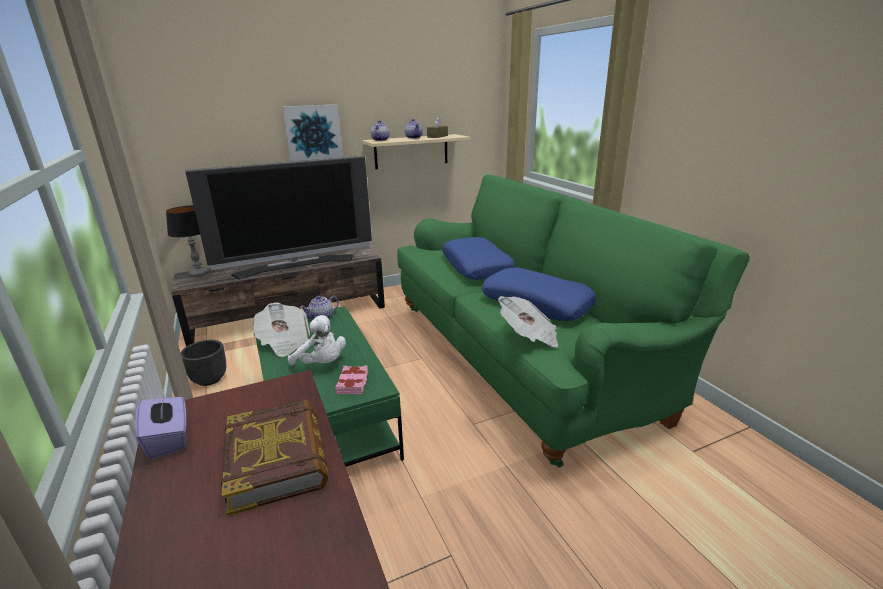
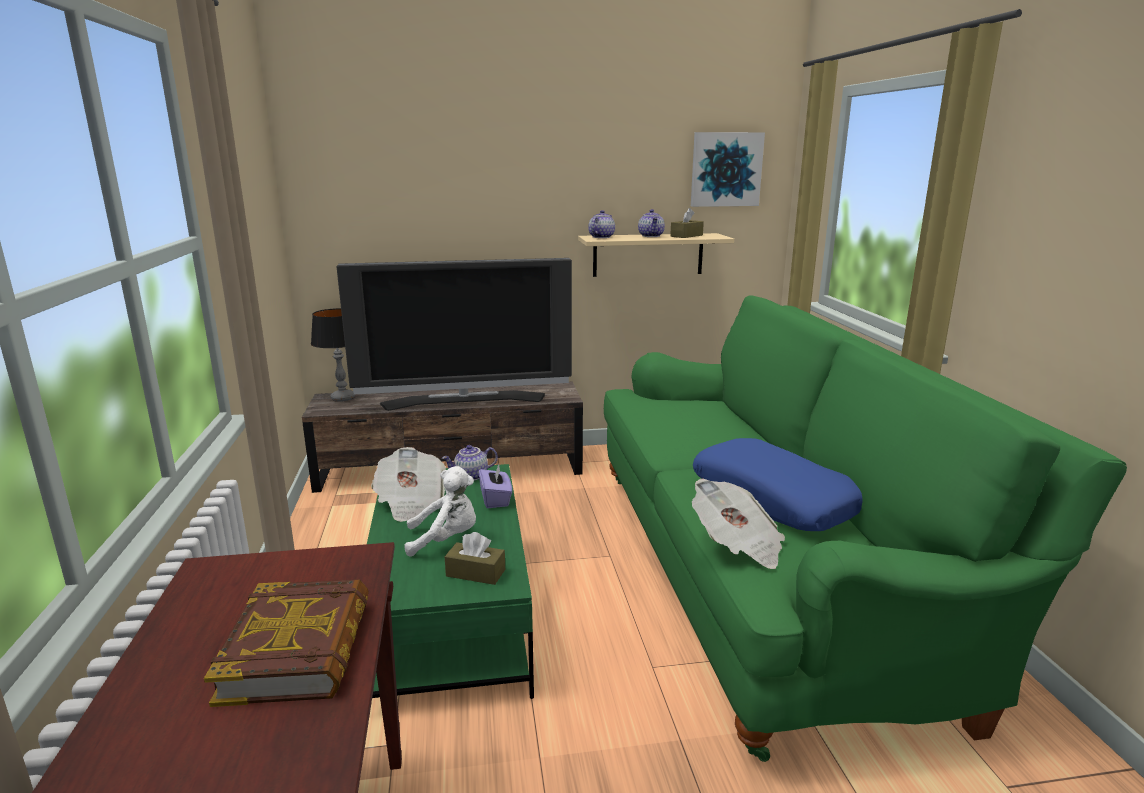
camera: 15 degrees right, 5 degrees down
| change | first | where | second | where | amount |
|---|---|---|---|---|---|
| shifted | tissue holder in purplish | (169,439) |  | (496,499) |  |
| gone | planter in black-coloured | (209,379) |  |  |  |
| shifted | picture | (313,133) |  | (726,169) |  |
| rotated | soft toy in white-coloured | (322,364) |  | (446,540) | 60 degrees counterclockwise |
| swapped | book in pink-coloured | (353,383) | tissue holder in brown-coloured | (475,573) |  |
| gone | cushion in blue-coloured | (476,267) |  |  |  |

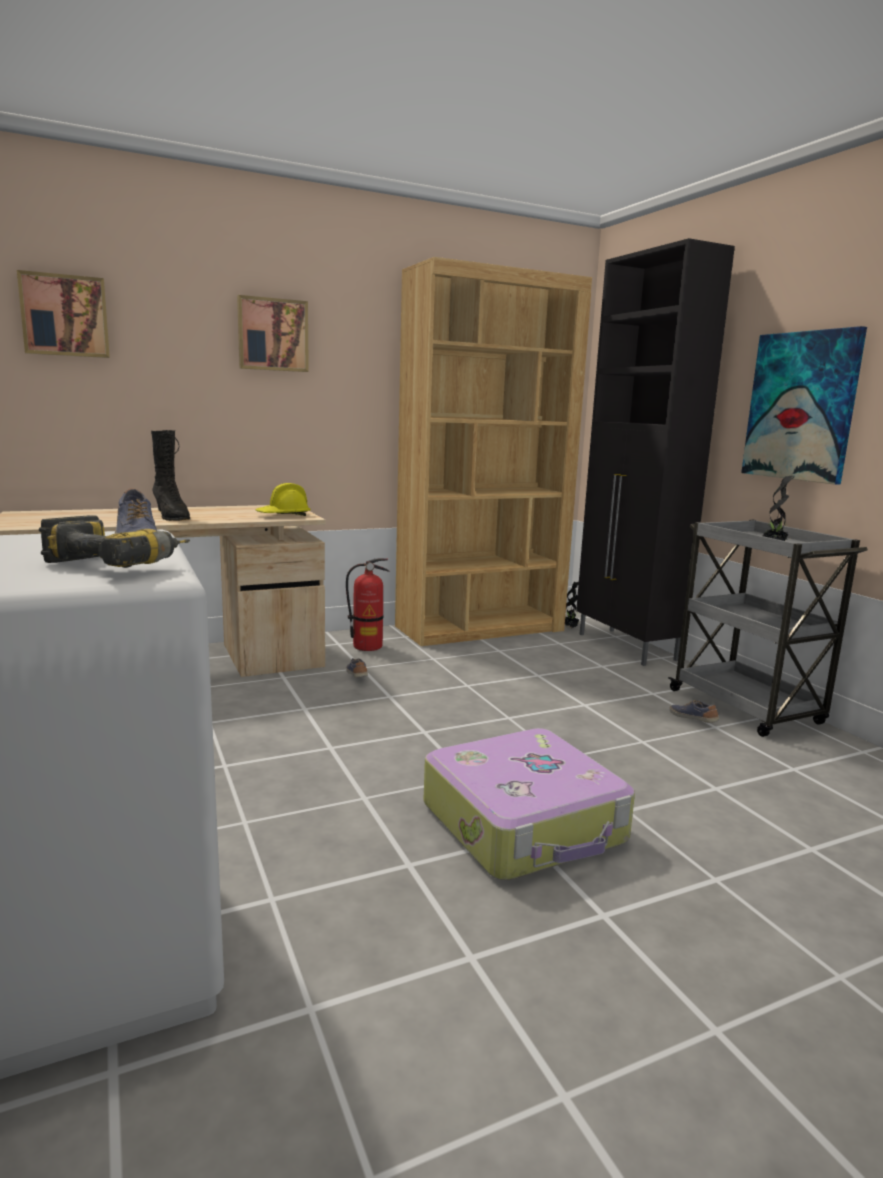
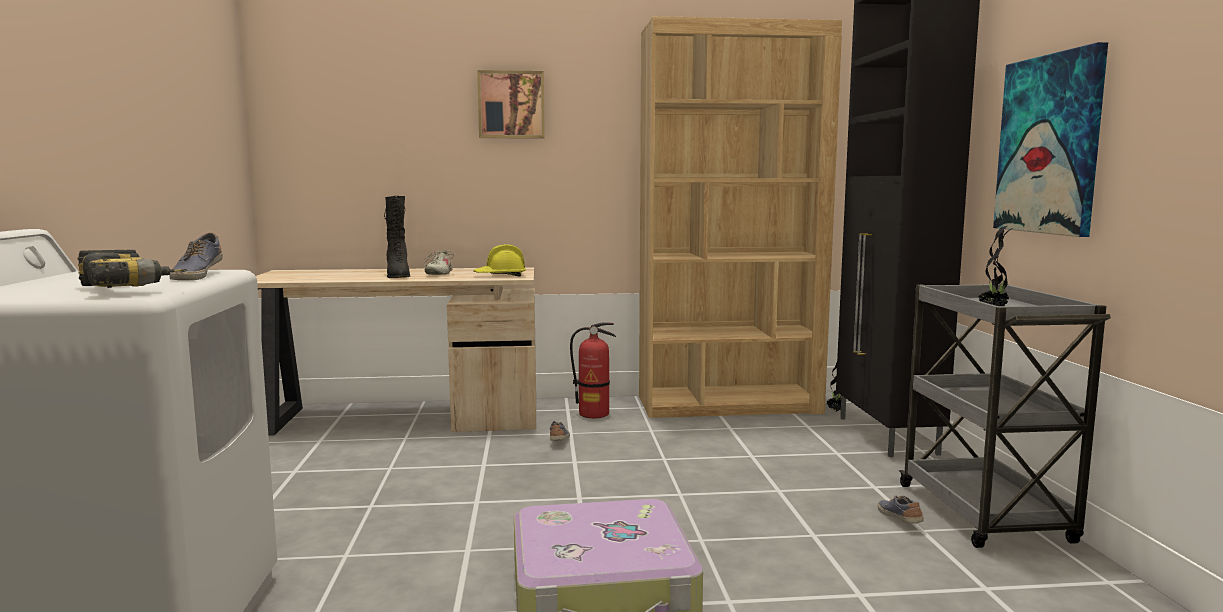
camera: 20 degrees right, 5 degrees down
| change | first | where | second | where | amount |
|---|---|---|---|---|---|
| gone | picture | (65,316) |  |  |  |
| new |  |  | shoe in beige-coloured | (439,273) |  |

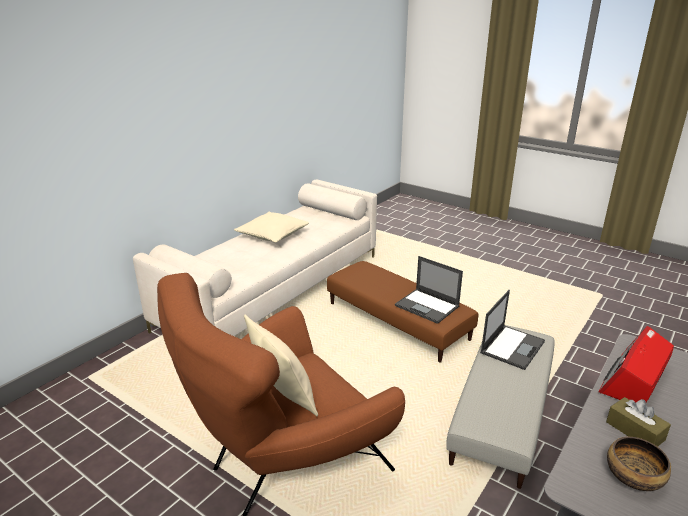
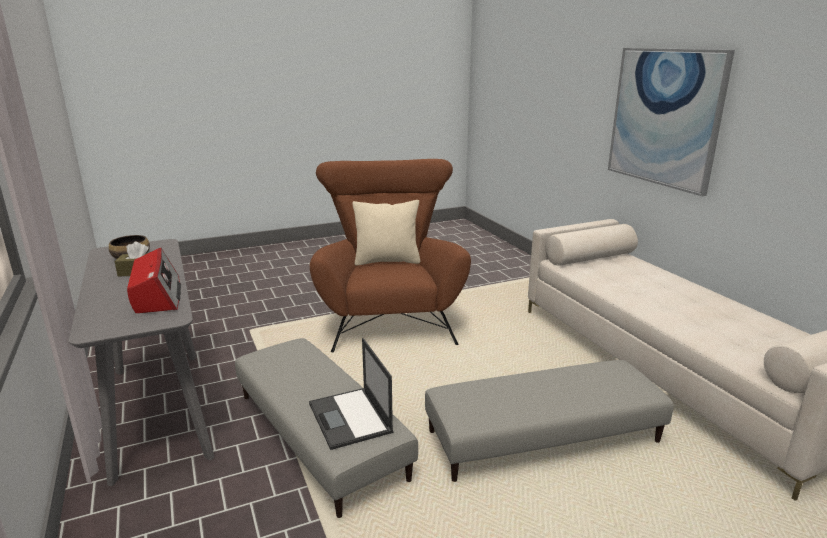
camera: 120 degrees right, 5 degrees down
| change | first | where | second | where | amount |
|---|---|---|---|---|---|
| gone | cushion in beige-coloured | (272,235) |  |  |  |
| repainted | ottoman in brown-coloured | (397,321) | ottoman in gray | (543,437) |  |
| gone | laptop | (427,306) |  |  |  |
| new |  |  | picture | (664,117) |  |

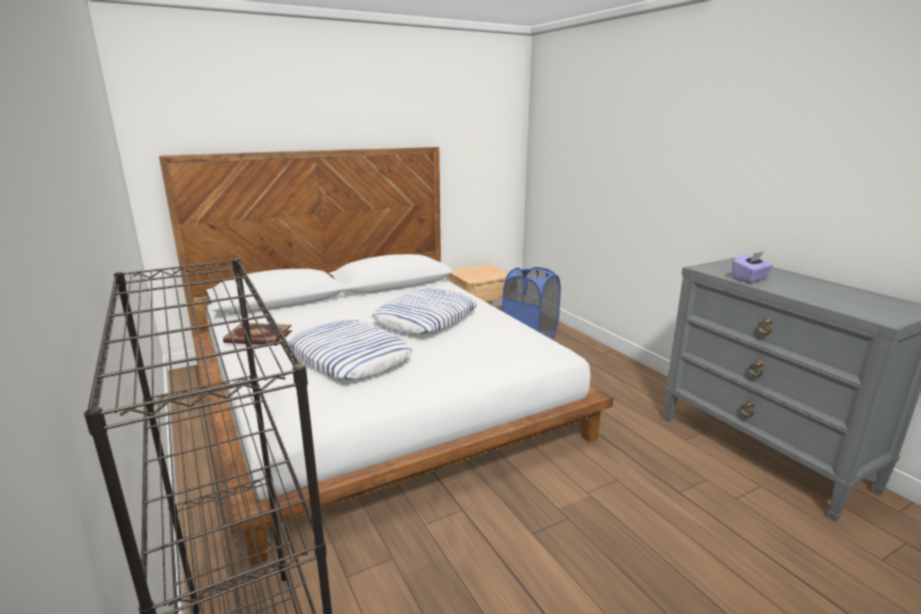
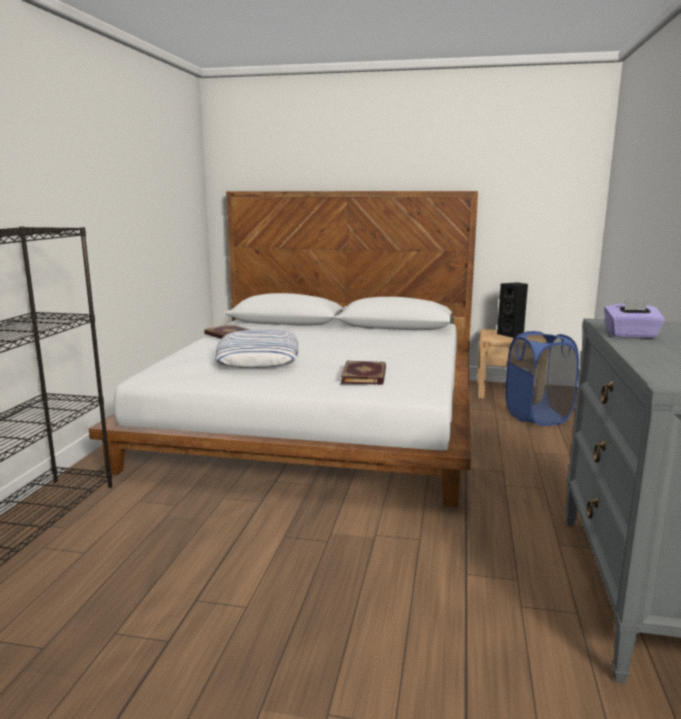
camera: 40 degrees right, 5 degrees down
| change | first | where | second | where | amount |
|---|---|---|---|---|---|
| gone | cushion | (426,319) |  |  |  |
| new |  |  | book | (365,375) |  |
| new |  |  | audio speaker in black-coloured | (511,335) |  |

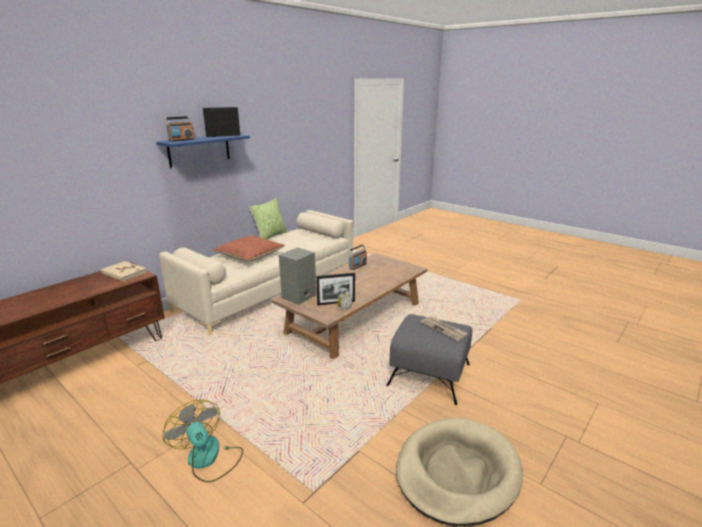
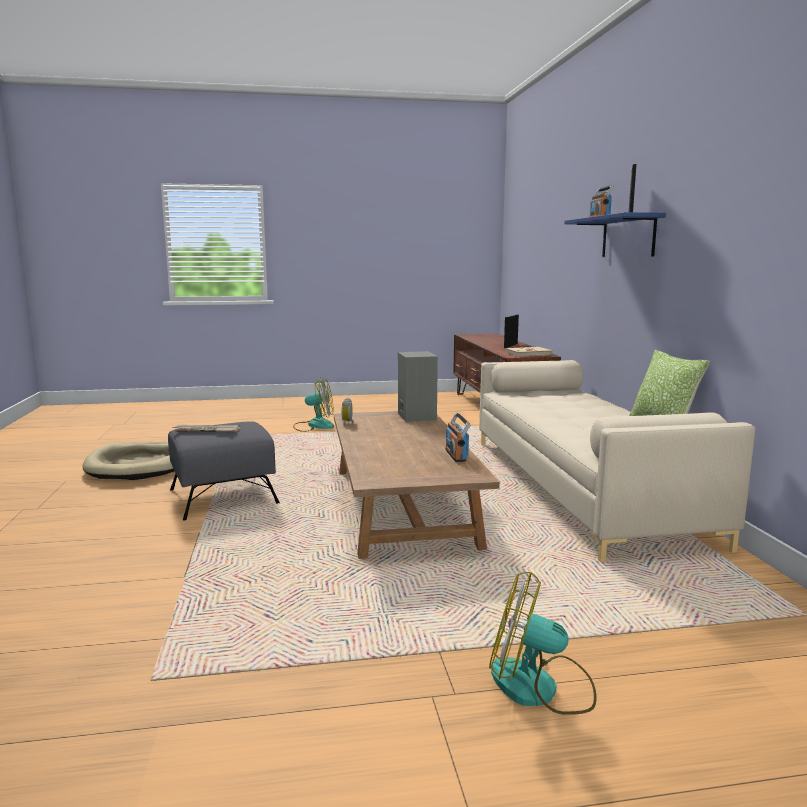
camera: 130 degrees right, 10 degrees down
| change | first | where | second | where | amount |
|---|---|---|---|---|---|
| gone | cushion | (250,256) |  |  |  |
| shifted | standing frame | (336,303) |  | (510,346) |  |
| new |  |  | cooling fan | (540,687) |  |

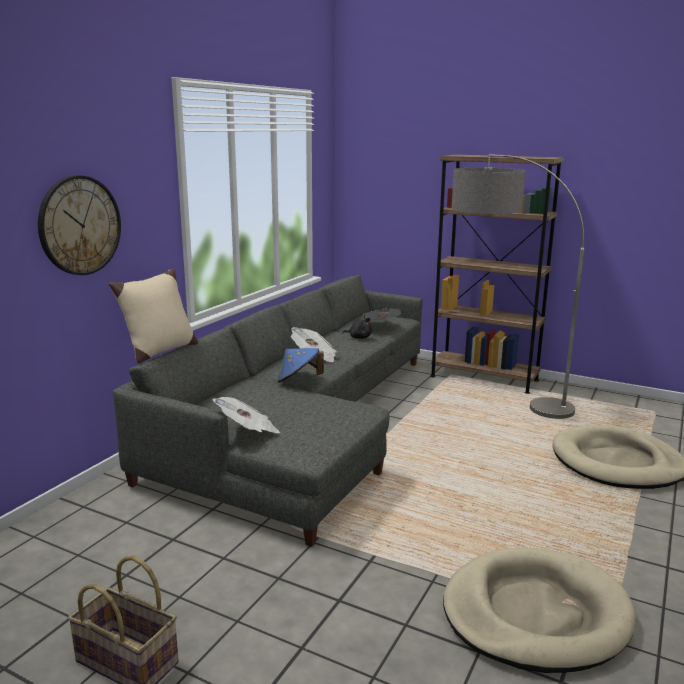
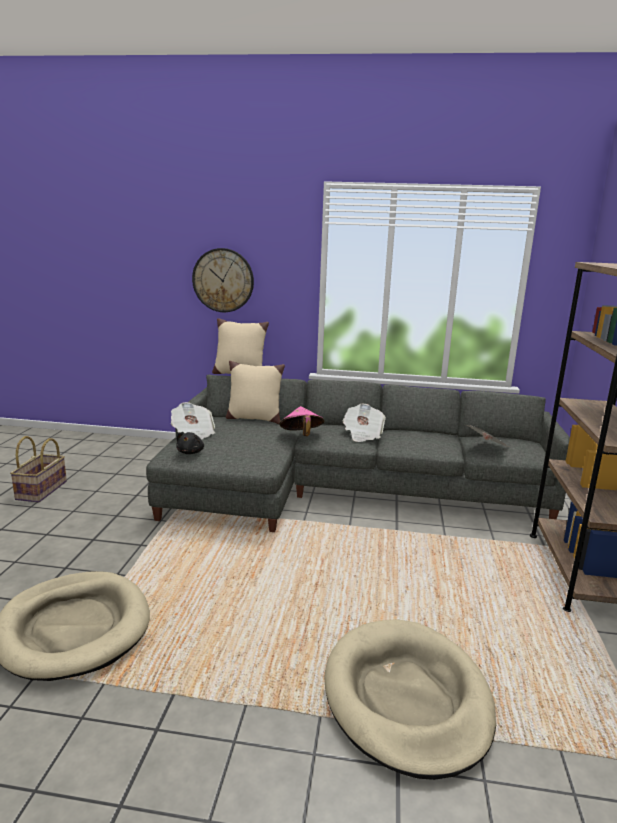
camera: 70 degrees right, 0 degrees up
| change | first | where | second | where | amount |
|---|---|---|---|---|---|
| repainted | clothing hat in blue-coloured | (298,380) | clothing hat in pink-coloured | (301,436) |  |
| shifted | soft toy in black-coloured | (359,337) |  | (191,452) |  |
| gone | floor lamp | (498,406) |  |  |  |
| new |  |  | cushion in beige-coloured | (254,418) |  |

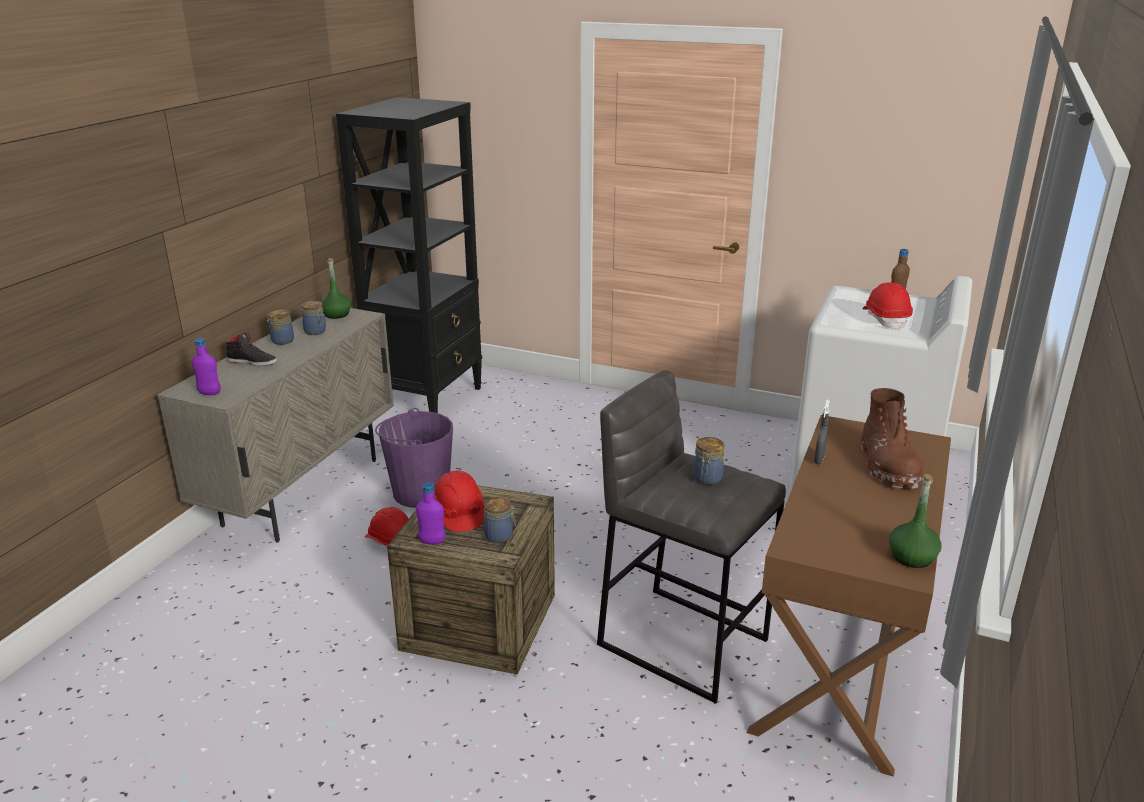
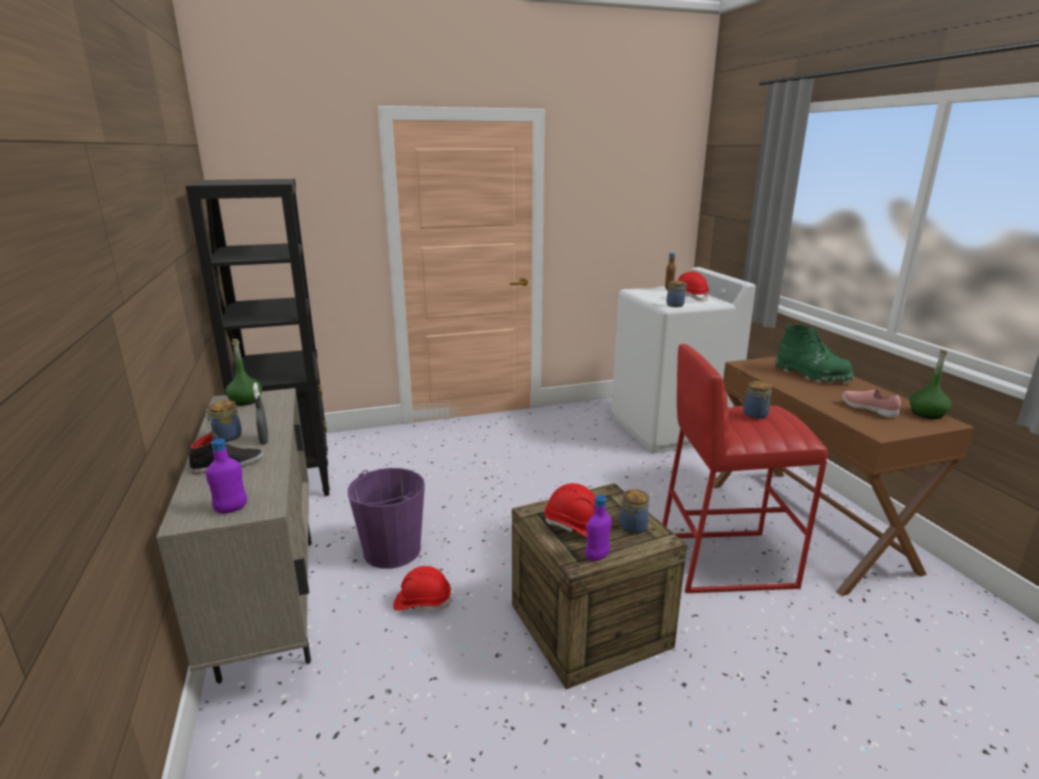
camera: 40 degrees left, 5 degrees down
| change | first | where | second | where | amount |
|---|---|---|---|---|---|
| shifted | storage jar | (316,332) |  | (676,305) |  |
| repainted | stool seat in gray | (682,640) | stool seat in reddish | (724,560) |  |
| shifted | hand sprayer in gray | (819,459) |  | (264,440) |  |
| repainted | tall boot in brown-coloured | (887,465) | tall boot in greenish | (811,375) |  |
| new |  |  | shoe in pink-coloured | (868,410) |  |

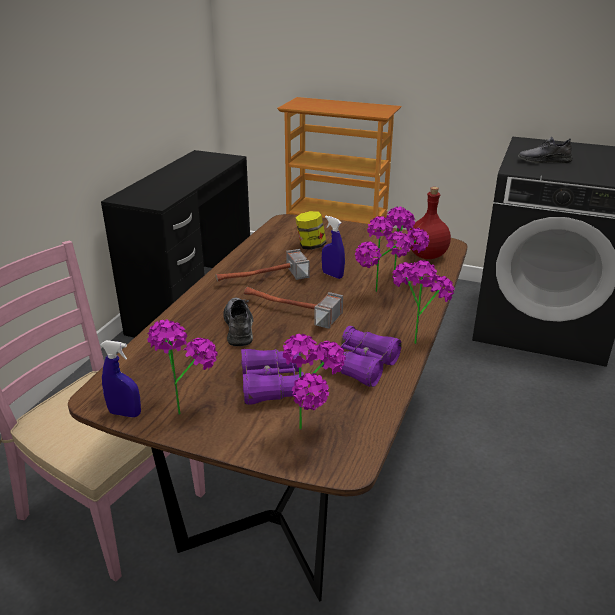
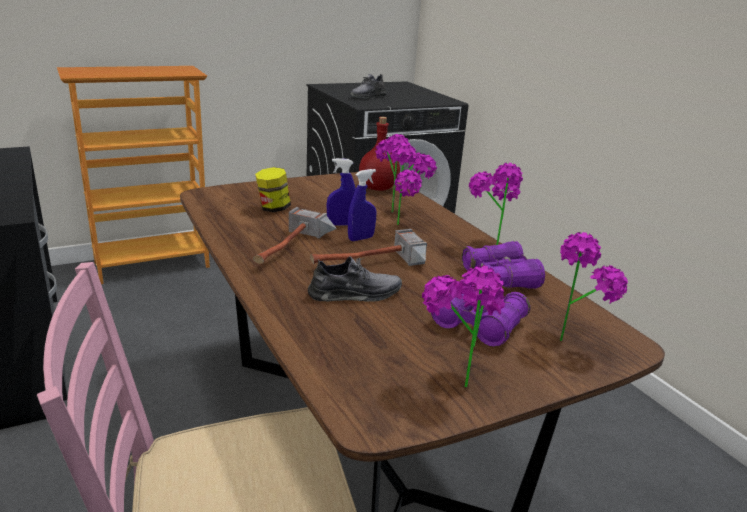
camera: 50 degrees left, 5 degrees down
| change | first | where | second | where | amount |
|---|---|---|---|---|---|
| shifted | hand sprayer in blue-coloured | (125,413) |  | (361,238) |  |
| rotated | shoe in gray | (239,326) |  | (355,294) | 135 degrees clockwise |

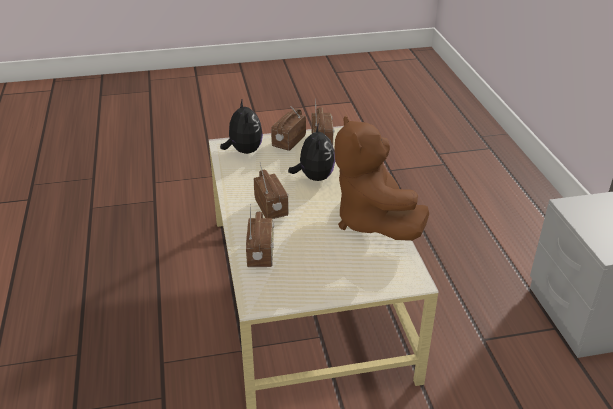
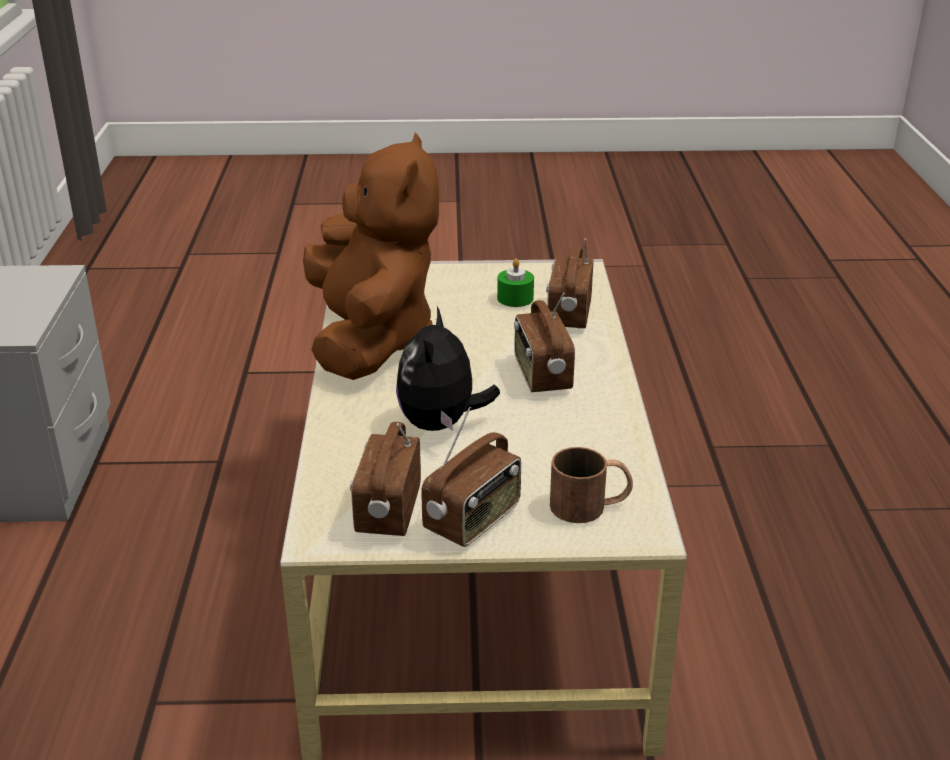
camera: 170 degrees left, 5 degrees down
| change | first | where | second | where | amount |
|---|---|---|---|---|---|
| swapped | soft toy | (243,151) | tea mug in brown-coloured | (590,505) |  |
| new |  |  | wax light in greenish | (515,298) |  |

